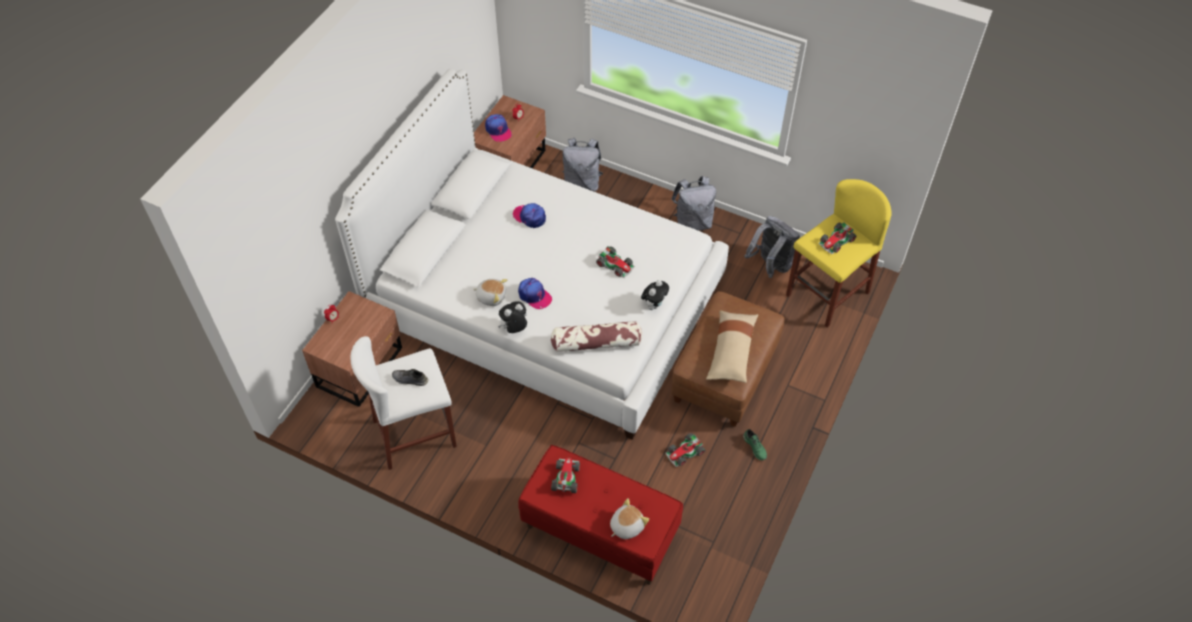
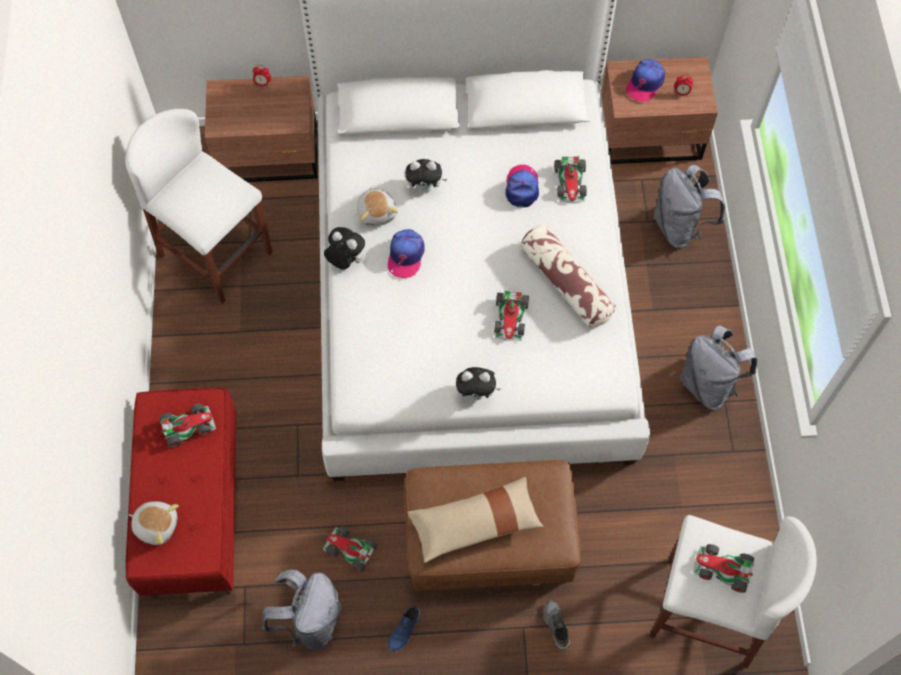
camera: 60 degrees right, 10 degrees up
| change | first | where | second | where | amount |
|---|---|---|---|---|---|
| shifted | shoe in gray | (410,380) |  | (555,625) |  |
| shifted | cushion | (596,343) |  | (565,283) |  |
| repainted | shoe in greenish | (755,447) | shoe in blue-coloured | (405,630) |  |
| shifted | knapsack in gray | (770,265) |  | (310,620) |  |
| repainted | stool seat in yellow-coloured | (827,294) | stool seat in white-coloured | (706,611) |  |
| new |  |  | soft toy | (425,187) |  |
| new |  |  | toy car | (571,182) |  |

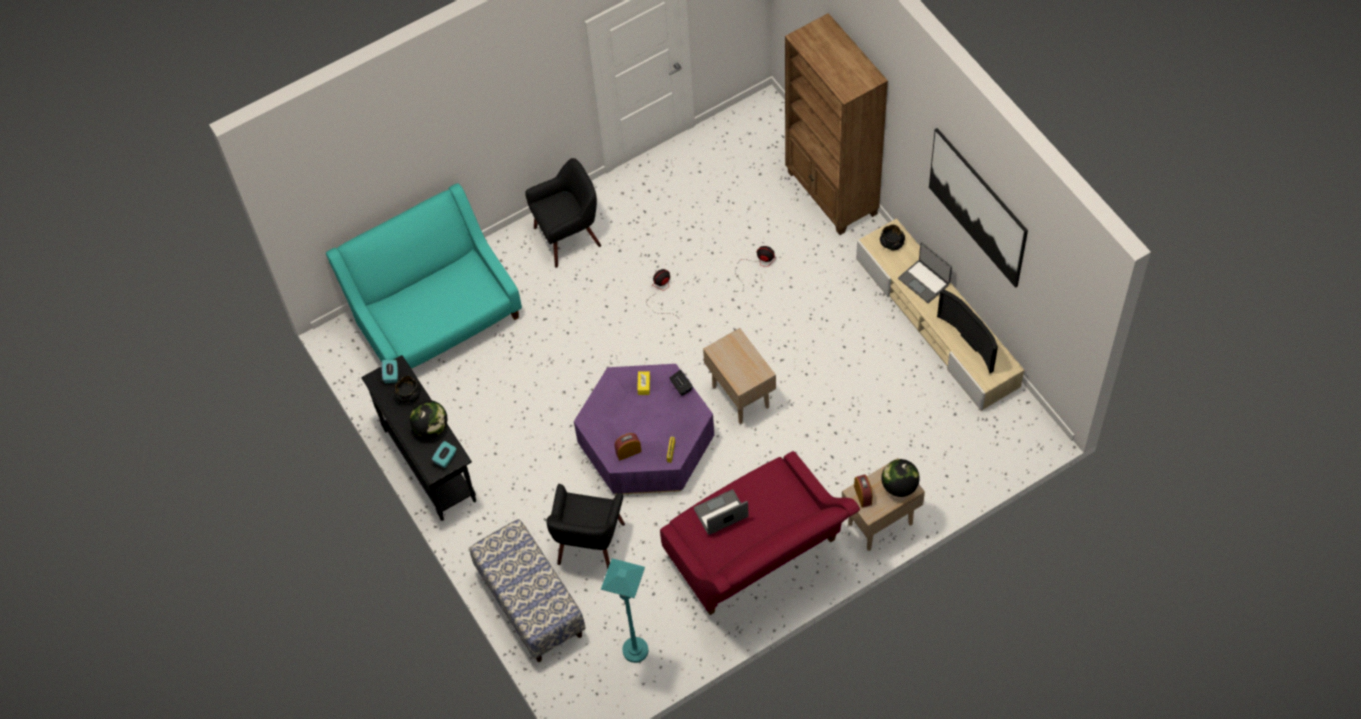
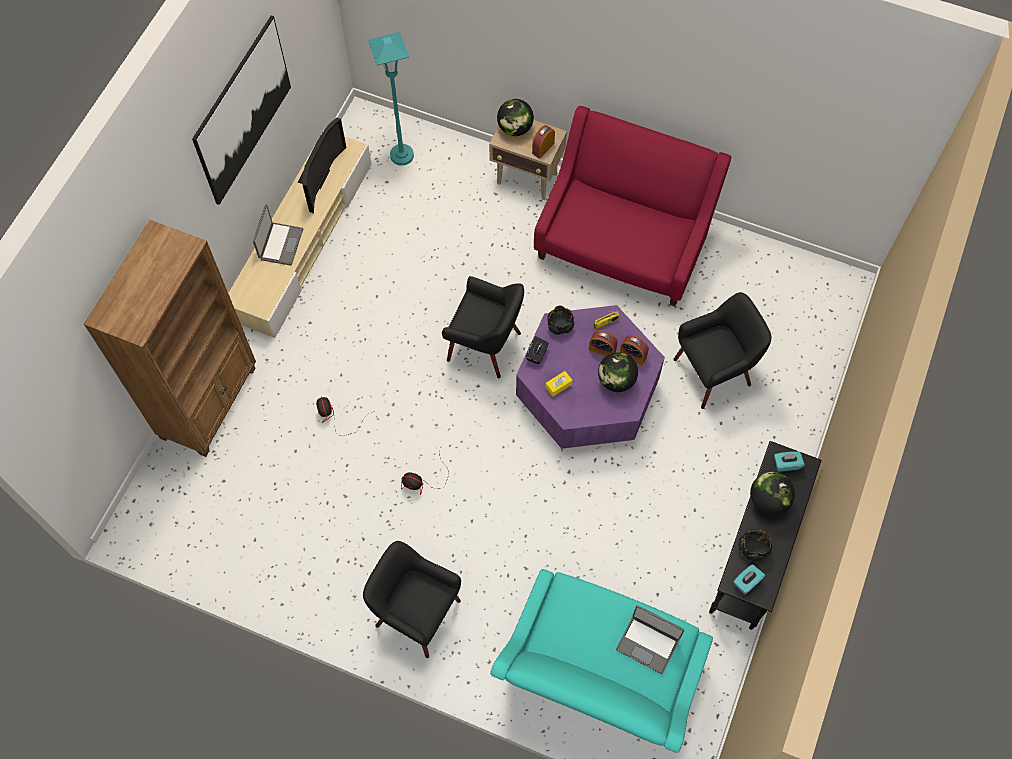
camera: 130 degrees left, 5 degrees up
| change | first | where | second | where | amount |
|---|---|---|---|---|---|
| gone | indoor bench | (530,603) |  |  |  |
| shifted | floor lamp in turquoise-coloured | (635,650) |  | (402,155) |  |
| shifted | laptop | (721,514) |  | (648,643) |  |
| swapped | accent table in beige-coloured | (740,396) | armchair in black-coloured | (485,346) |  |
| shifted | bowl in black-coloured | (892,242) |  | (560,325) |  |
| new |  |  | alarm clock | (602,350) |  |
| new |  |  | globe | (616,380) |  |

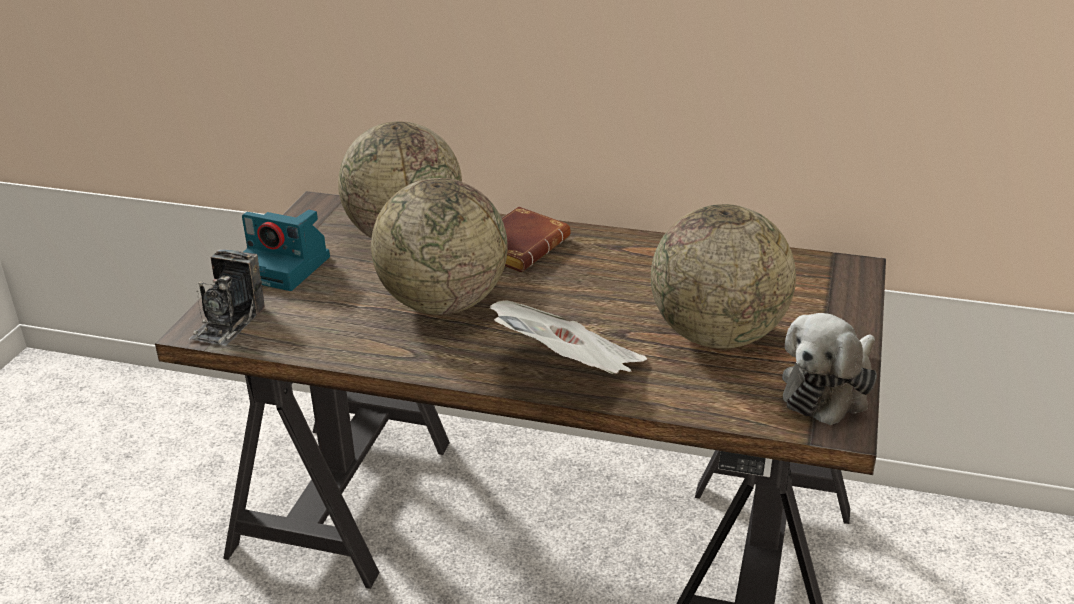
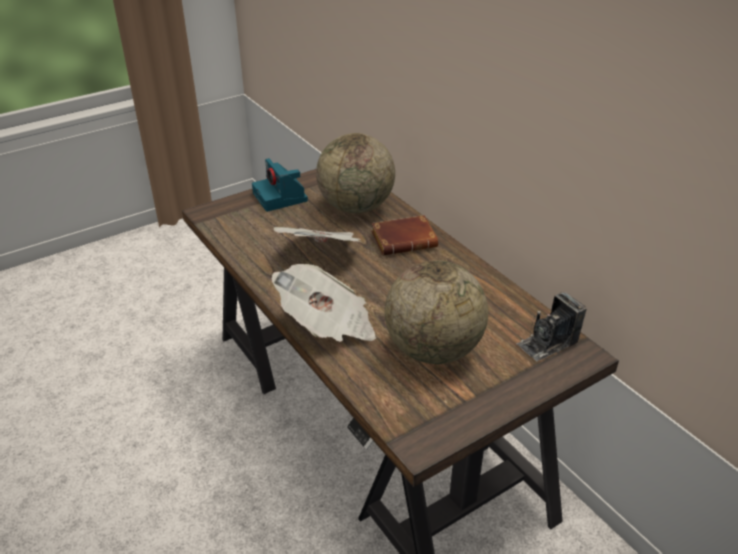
camera: 40 degrees right, 5 degrees up
| change | first | where | second | where | amount |
|---|---|---|---|---|---|
| shifted | photo camera | (228,322) |  | (547,343) |  |
| swapped | globe | (443,303) | newspaper | (322,253) |  |
| gone | soft toy | (829,389) |  |  |  |

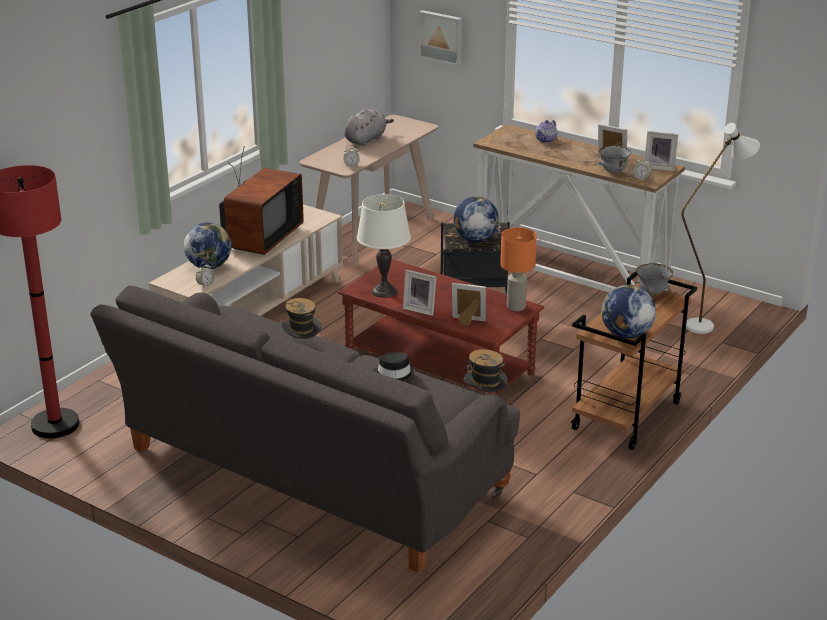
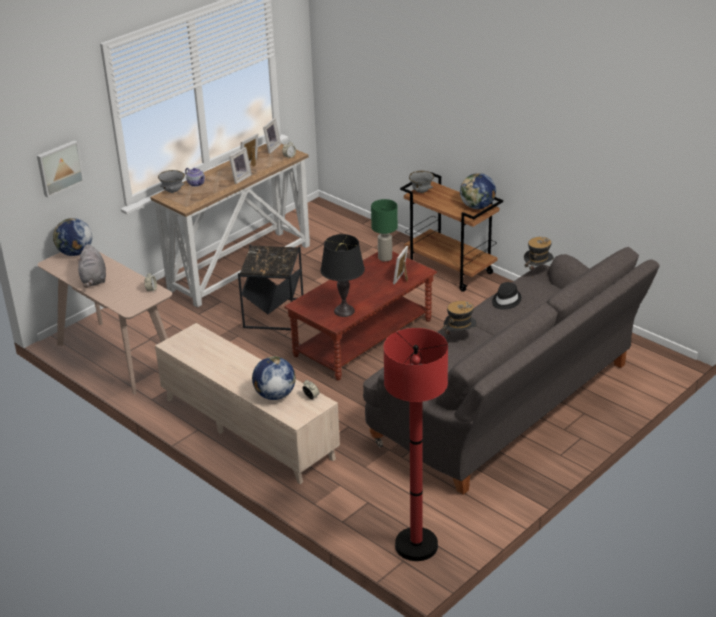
camera: 80 degrees left, 5 degrees up
| change | first | where | second | where | amount |
|---|---|---|---|---|---|
| gone | TV set | (259,239) |  |  |  |
| rotated | soft toy in gray | (366,139) |  | (93,280) | 150 degrees counterclockwise |
| repainted | tabletop lamp in white-coloured | (384,291) | tabletop lamp in black-coloured | (344,311) |  |
| shifted | standing frame | (420,309) |  | (240,178) |  |
| shifted | globe | (475,239) |  | (75,253) |  |
| repainted | tabletop lamp in orange | (515,307) | tabletop lamp in greenish | (384,258) |  |
| shifted | bowl in gray | (613,172) |  | (173,191) |  |
| gone | floor lamp in white-coloured | (708,324) |  |  |  |

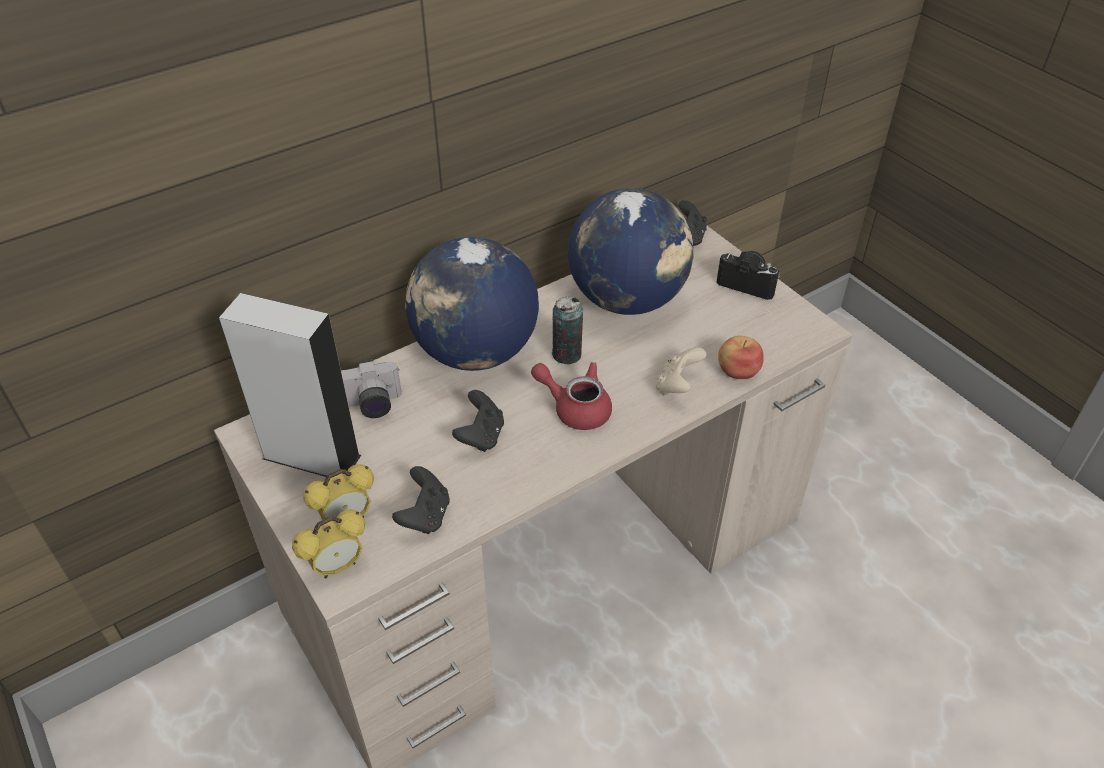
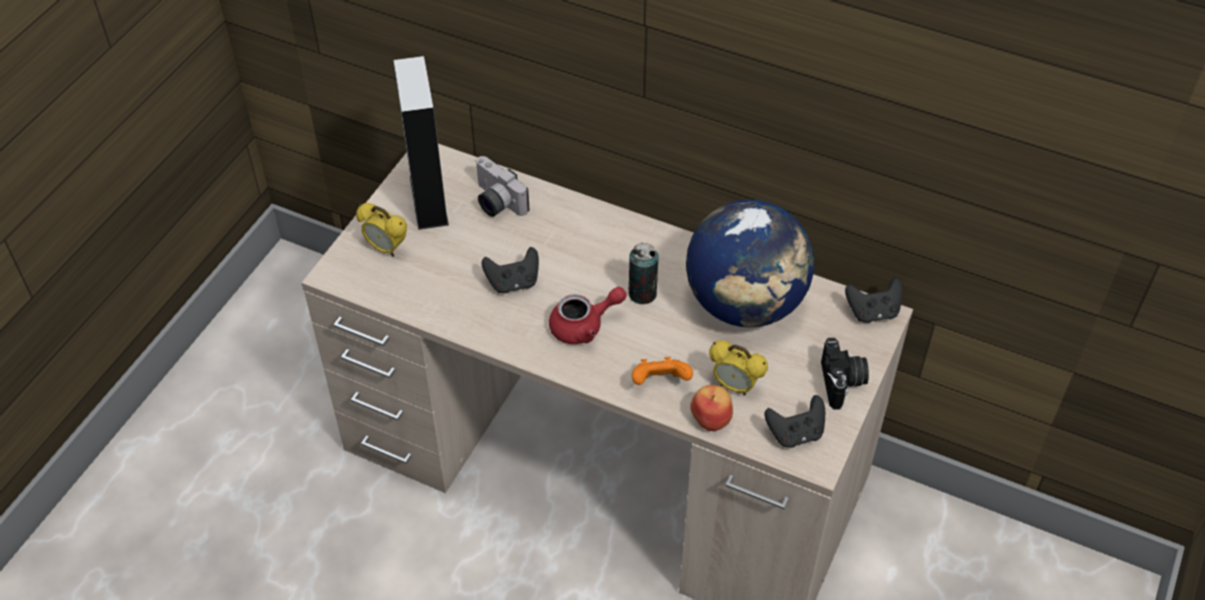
camera: 60 degrees right, 5 degrees up
| change | first | where | second | where | amount |
|---|---|---|---|---|---|
| shifted | alarm clock | (337,566) |  | (735,386) |  |
| shifted | joypad in black-coloured | (425,516) |  | (795,433) |  |
| gone | globe | (475,352) |  |  |  |
| rotated | tea pot in reddish | (575,408) |  | (584,326) | 75 degrees clockwise |
| repainted | joypad in beige-coloured | (677,386) | joypad in orange | (660,382) |  |

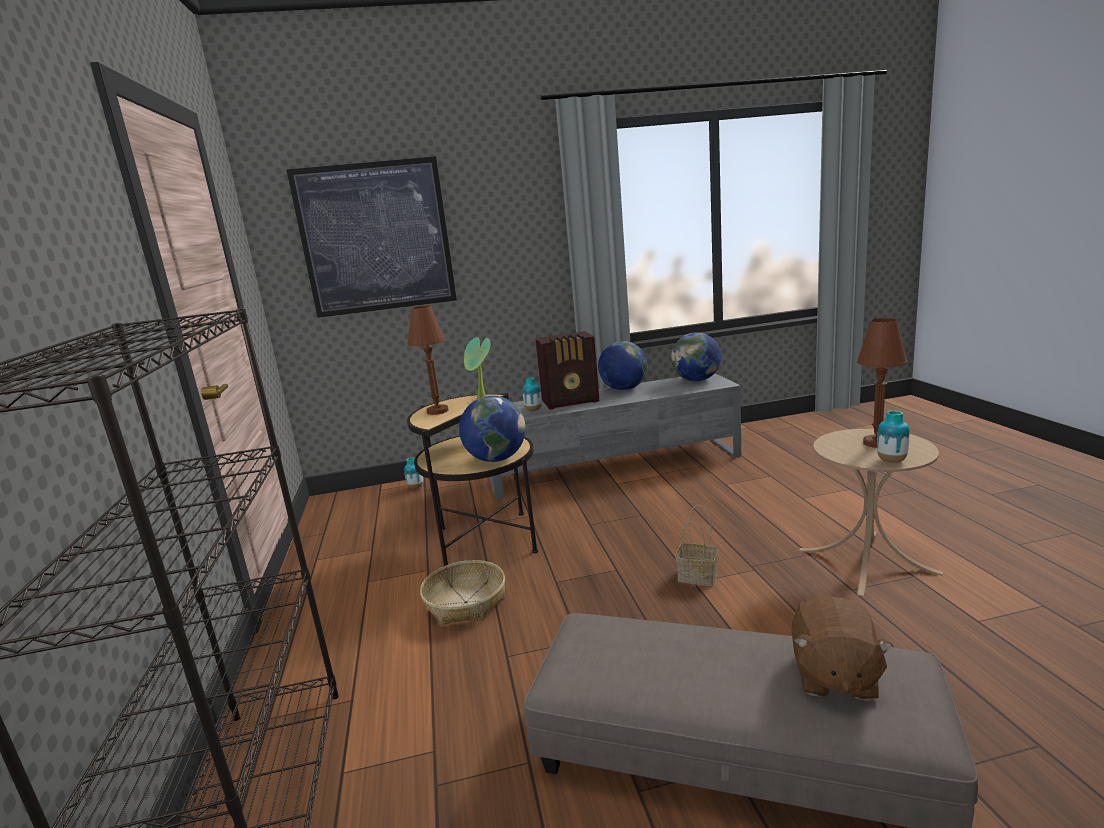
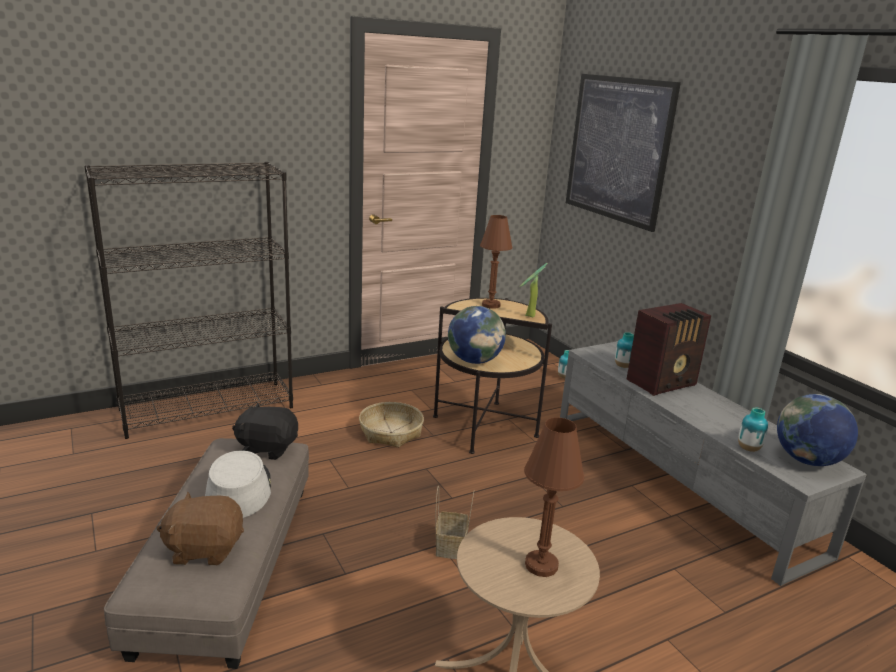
camera: 70 degrees right, 5 degrees up
| change | first | where | second | where | amount |
|---|---|---|---|---|---|
| rotated | radio | (571,401) |  | (663,383) | 90 degrees counterclockwise |
| gone | globe | (624,389) |  |  |  |
| shifted | flower vase | (891,460) |  | (748,448) |  |
| new |  |  | clothing hat in gray | (238,490) |  |
| new |  |  | soft toy in black-coloured | (267,448) |  |

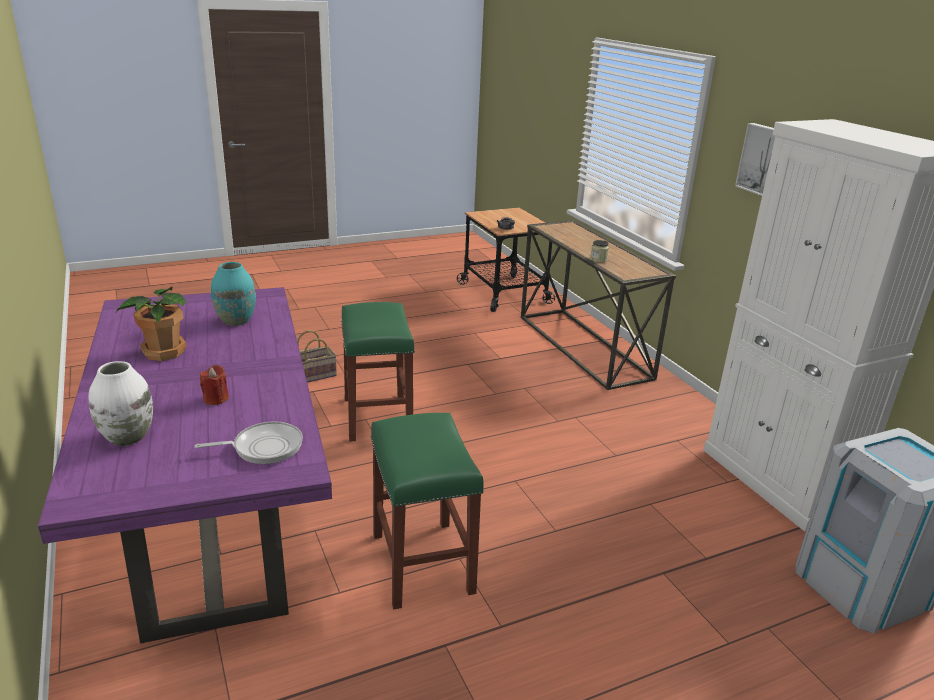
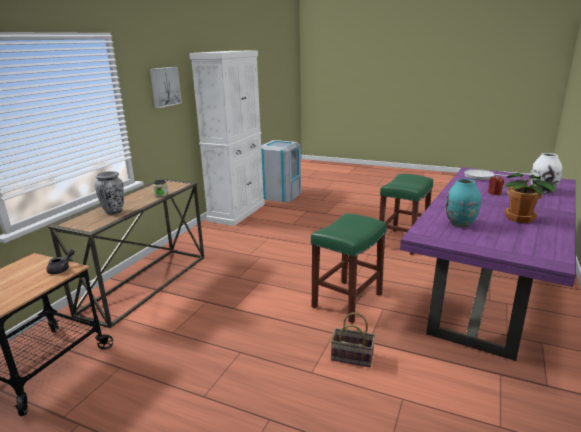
camera: 130 degrees left, 5 degrees down
| change | first | where | second | where | amount |
|---|---|---|---|---|---|
| new |  |  | flower vase | (114,212) |  |

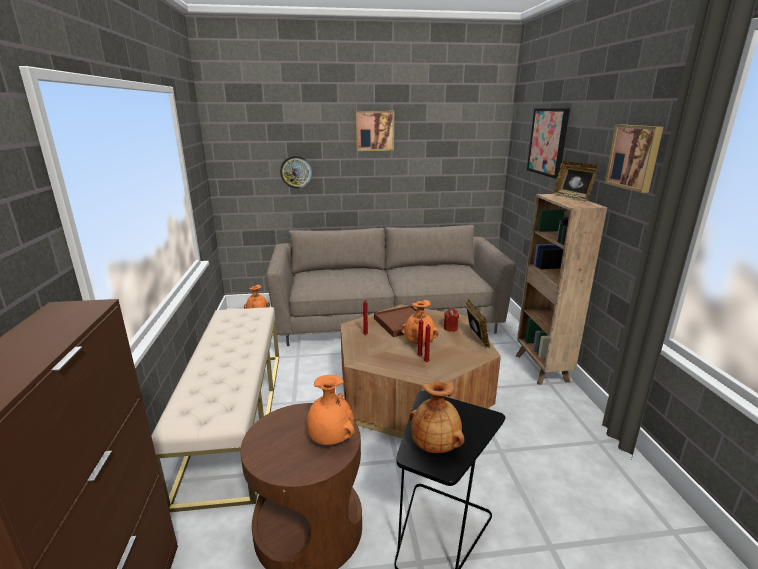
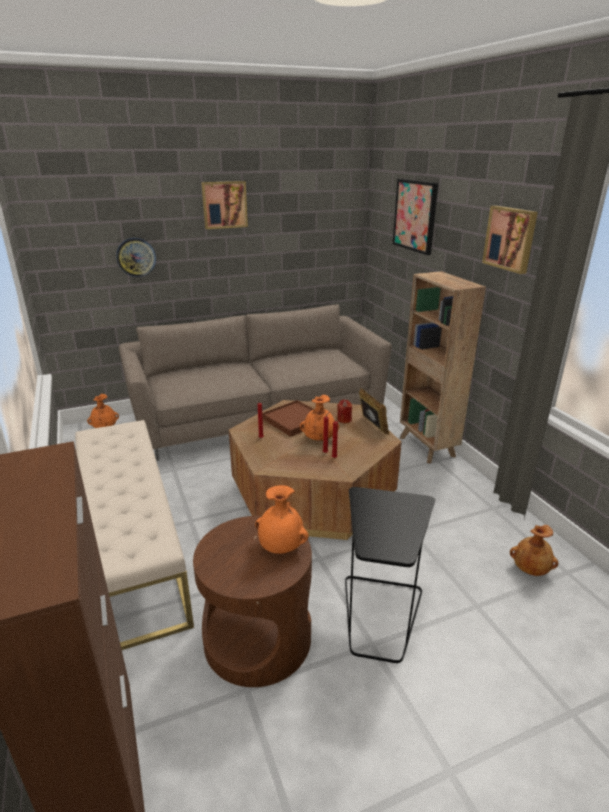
camera: 15 degrees left, 5 degrees up
| change | first | where | second | where | amount |
|---|---|---|---|---|---|
| shifted | flower vase in brown-coloured | (435,445) |  | (530,569) |  |
| gone | standing frame | (572,198) |  |  |  |

